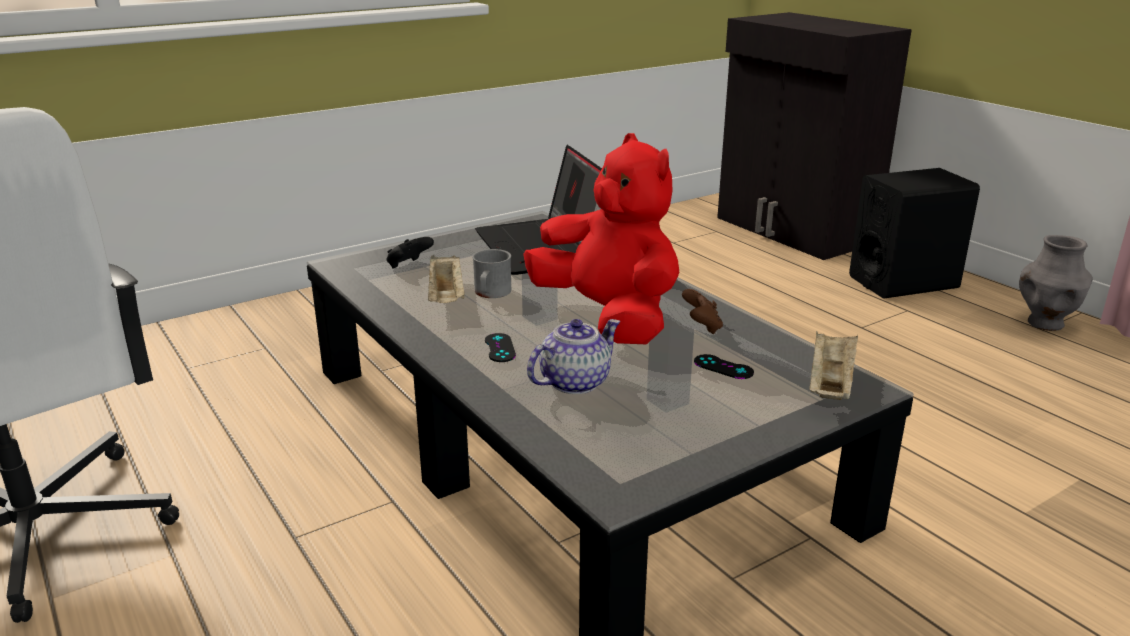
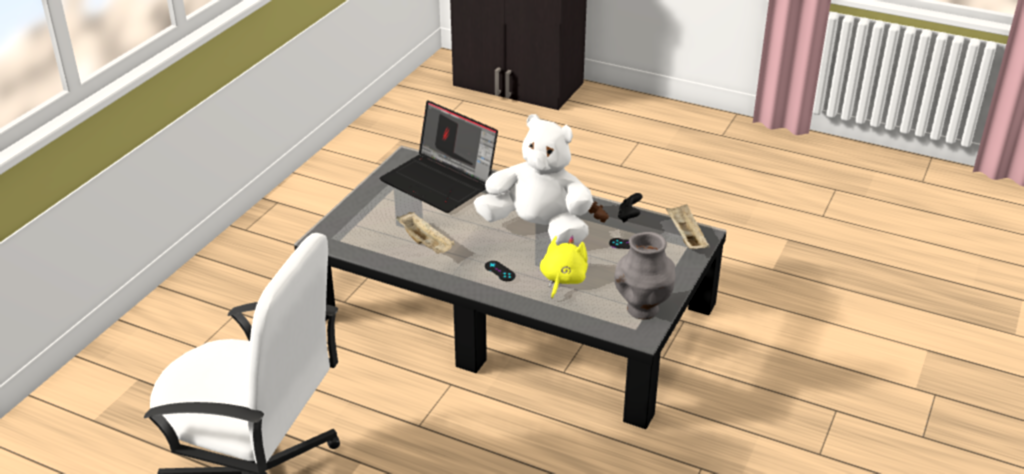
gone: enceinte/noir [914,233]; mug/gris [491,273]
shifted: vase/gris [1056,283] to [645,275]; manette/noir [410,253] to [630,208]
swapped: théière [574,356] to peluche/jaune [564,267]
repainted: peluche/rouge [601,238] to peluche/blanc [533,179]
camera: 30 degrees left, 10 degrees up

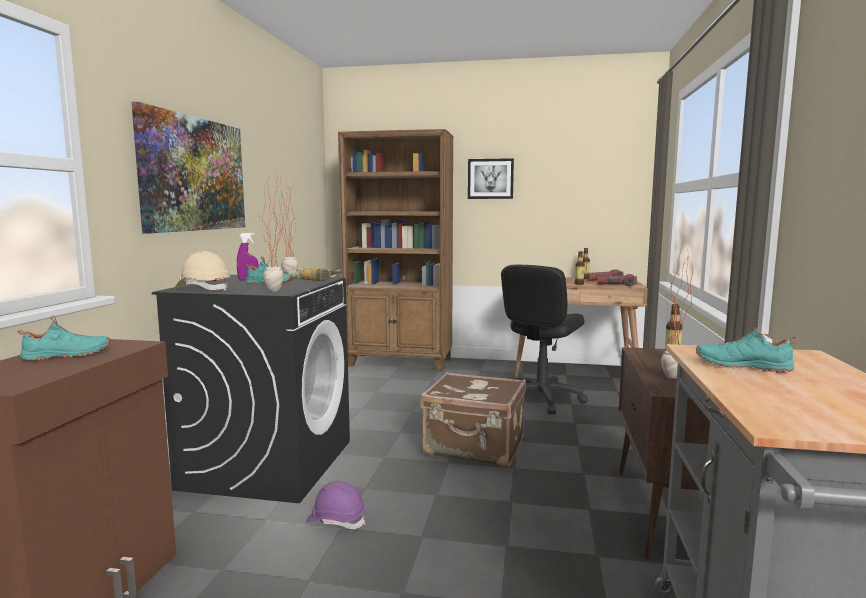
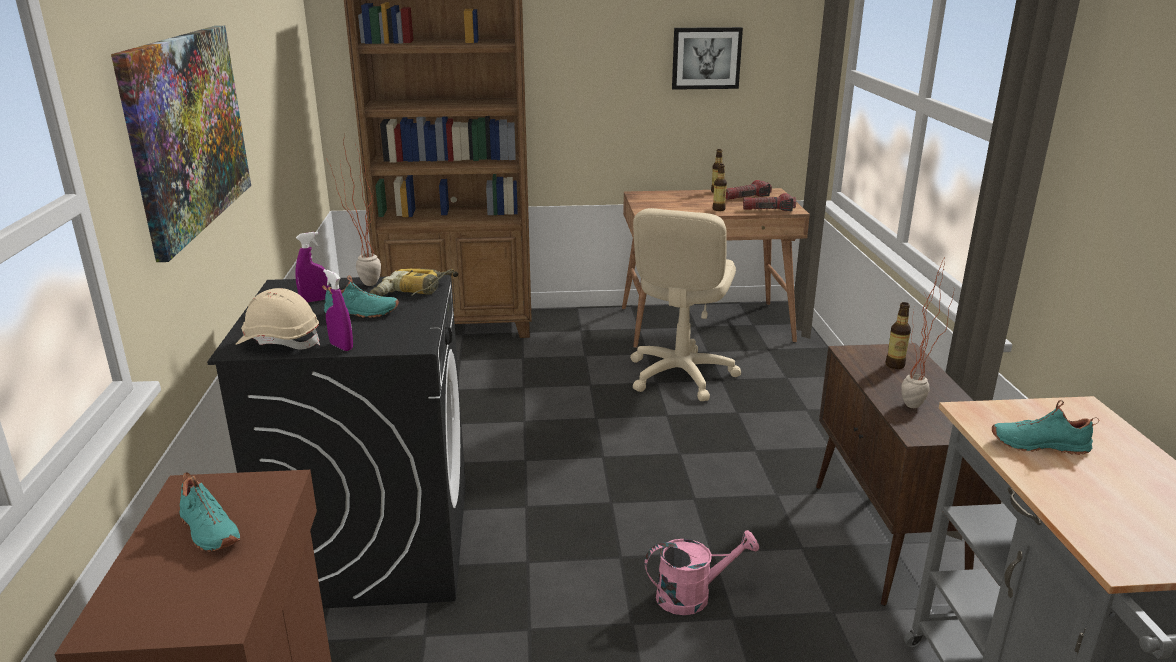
gone: plante en pot [276,231]; valise/marron [473,419]; casque de chantier/violet [336,505]
new: vaporisateur/violet [338,310]; arrosoir/rose [702,572]
shifted: tableau [491,178] to [707,58]
repainted: chaise de bureau/noir [544,339] to chaise de bureau/beige [685,304]
rotated: chaussure/turquoise [64,338] = [210,512] 90 degrees clockwise
camera: 15 degrees left, 15 degrees up

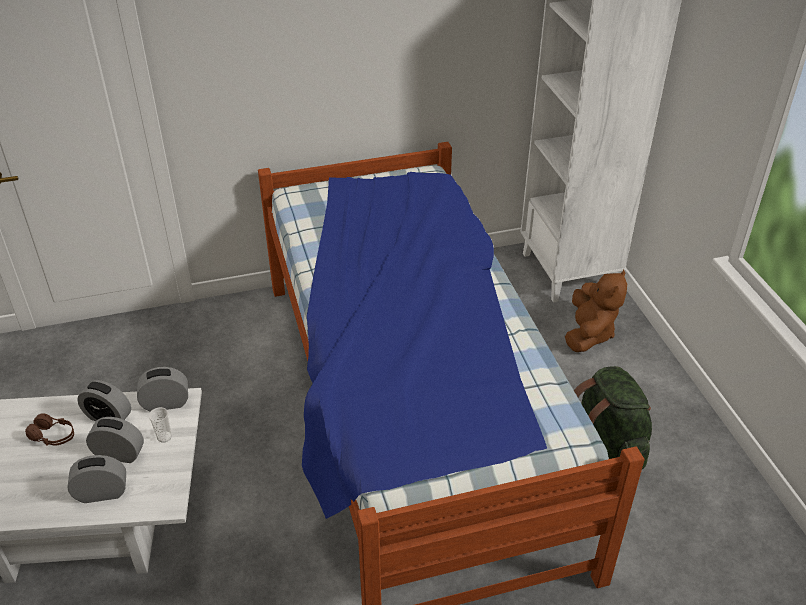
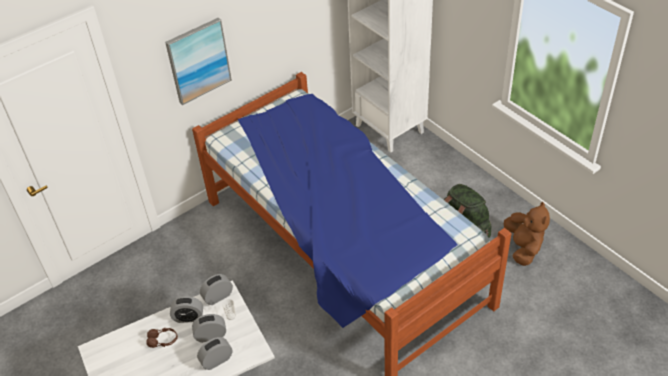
new: tableau [198,61]
shifted: peluche/marron [596,311] to [527,234]
camera: 20 degrees left, 5 degrees up

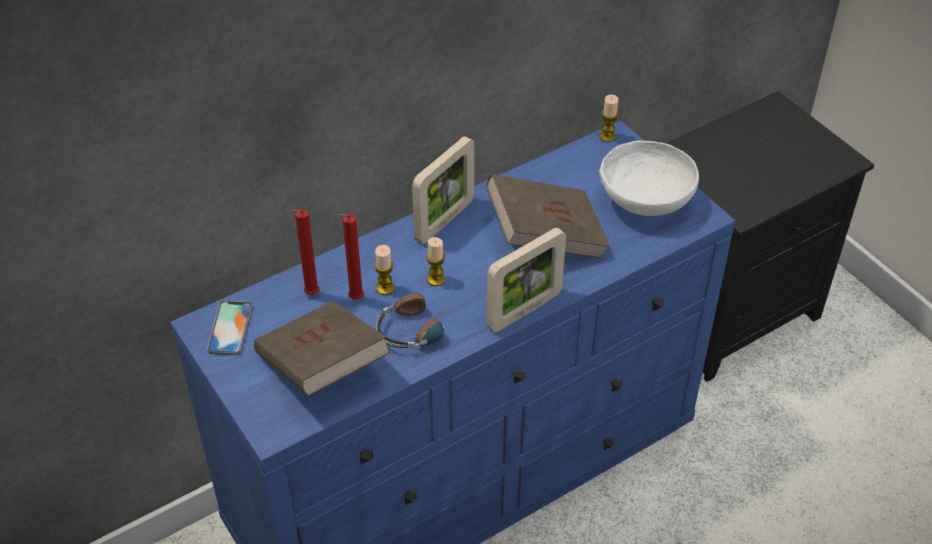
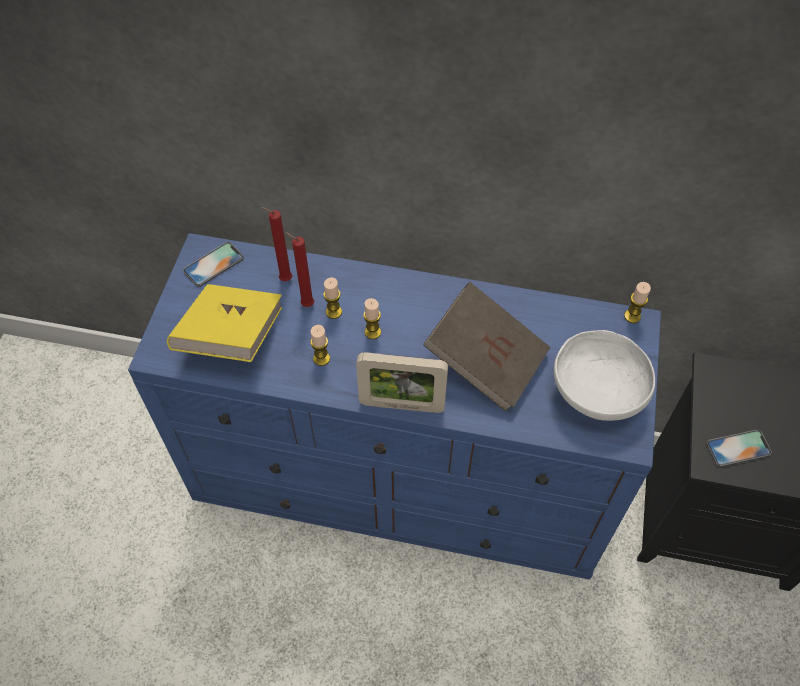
gone: cadre photo [443,190]
new: téléphone [739,448]
swapped: casque audio [421,320] to bougie [320,345]
repainted: livre/marron [322,348] to livre/jaune [224,323]
camera: 45 degrees right, 10 degrees up

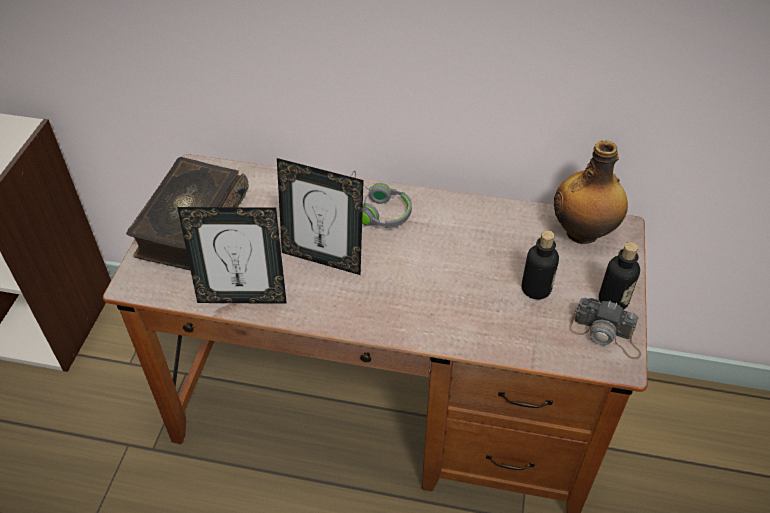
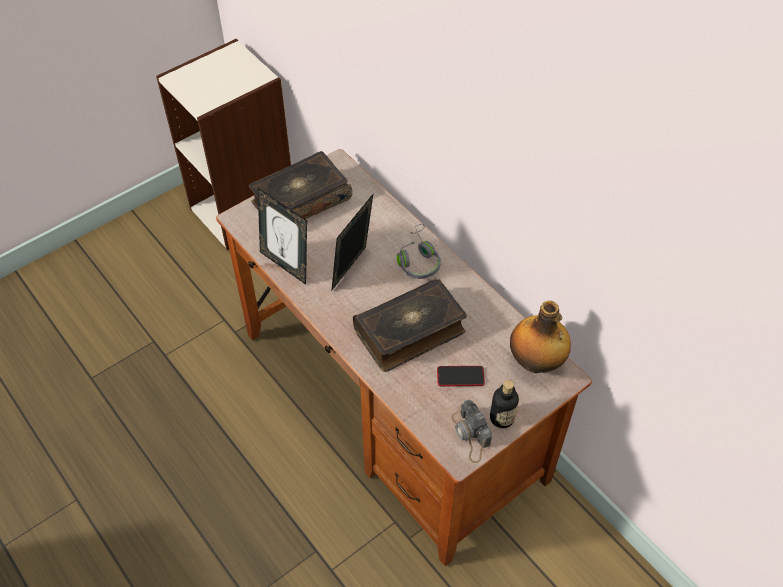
new: livre [410,325]
swapped: bouteille [540,264] to téléphone [461,376]
rotated: cadre photo [320,216] = [353,241] 60 degrees clockwise
camera: 40 degrees right, 5 degrees up

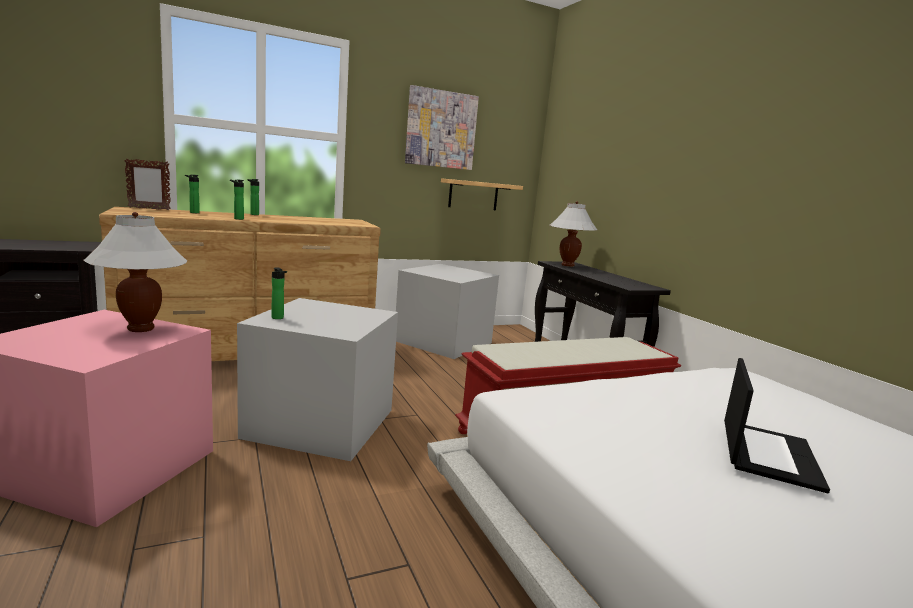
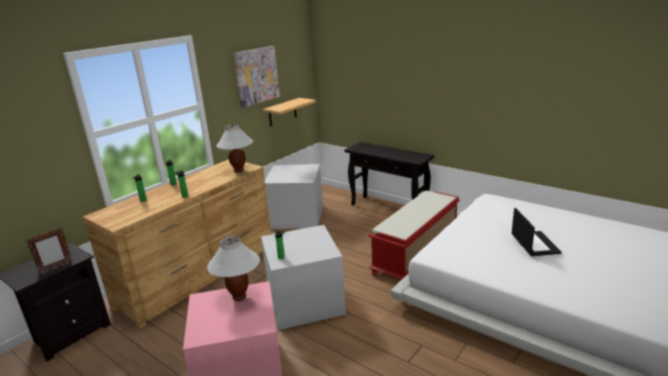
shifted: cadre photo [147,184] to [49,250]; lampe de table/blanc [573,234] to [235,148]
camera: 25 degrees left, 10 degrees up

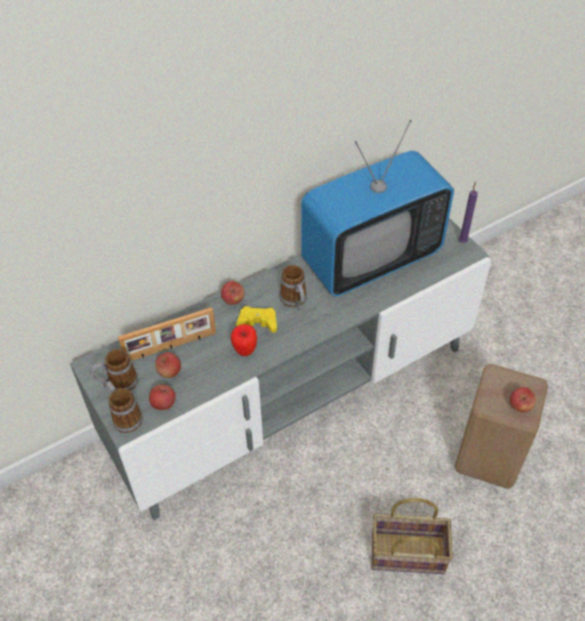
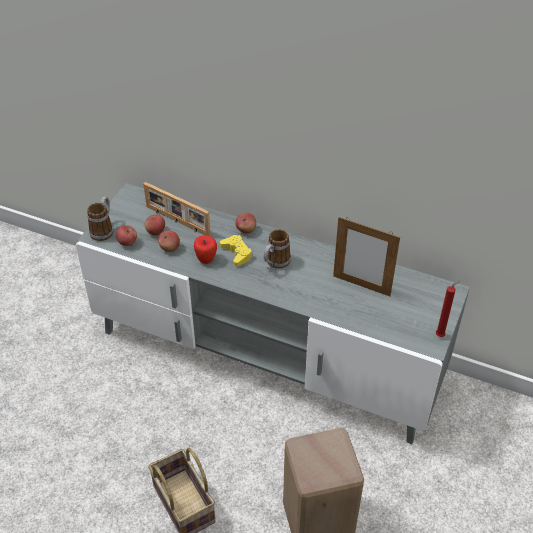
gone: mug [114,370]
shifted: pomme [523,399] to [169,241]
swapped: téléviseur [377,208] to cadre photo [366,256]
repainted: bougie/violet [468,212] to bougie/rouge [448,309]
camera: 55 degrees right, 5 degrees down

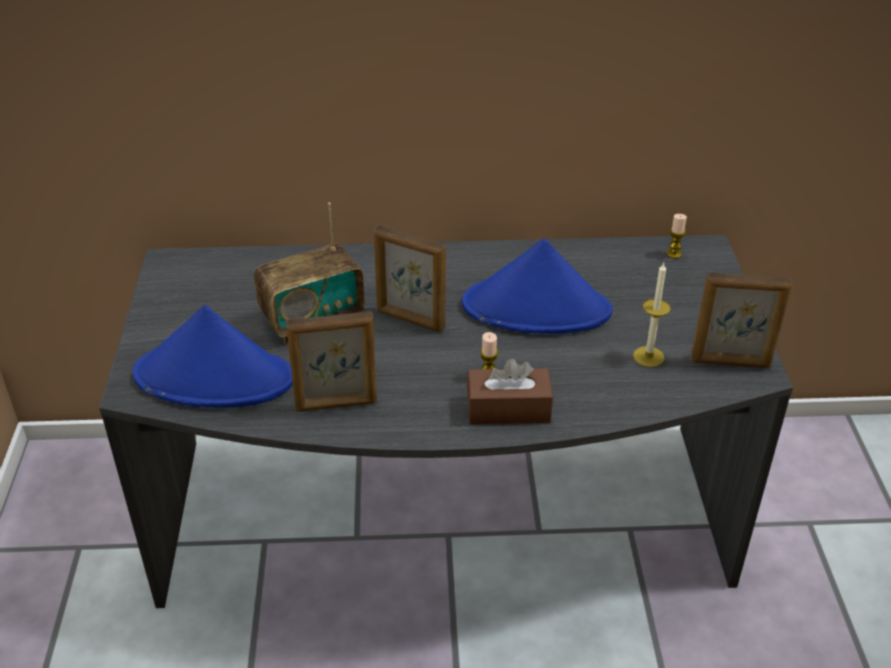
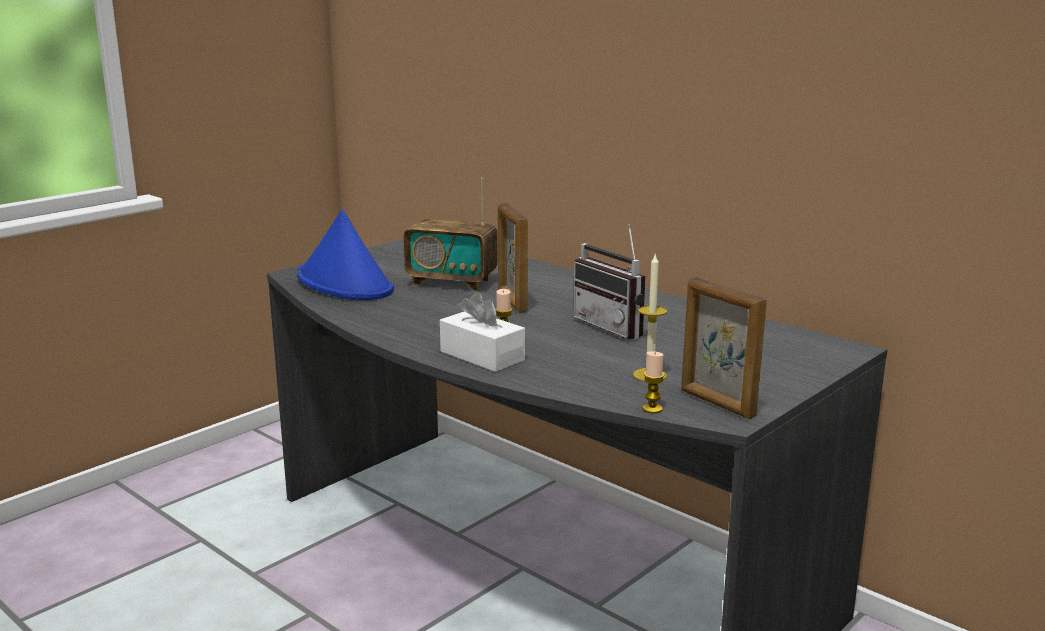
gone: cadre photo [331,361]
shifted: bougie [676,236] to [653,382]
swapped: chapeau/bleu [537,286] to radio [609,281]
repainted: boîte à mouchoirs/marron [510,391] to boîte à mouchoirs/blanc [482,332]
camera: 45 degrees right, 20 degrees down

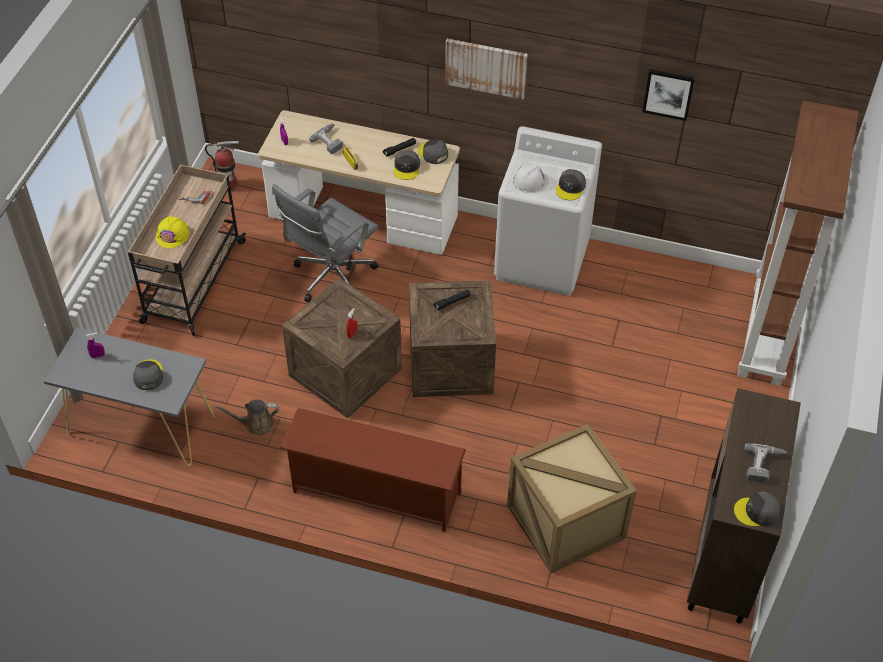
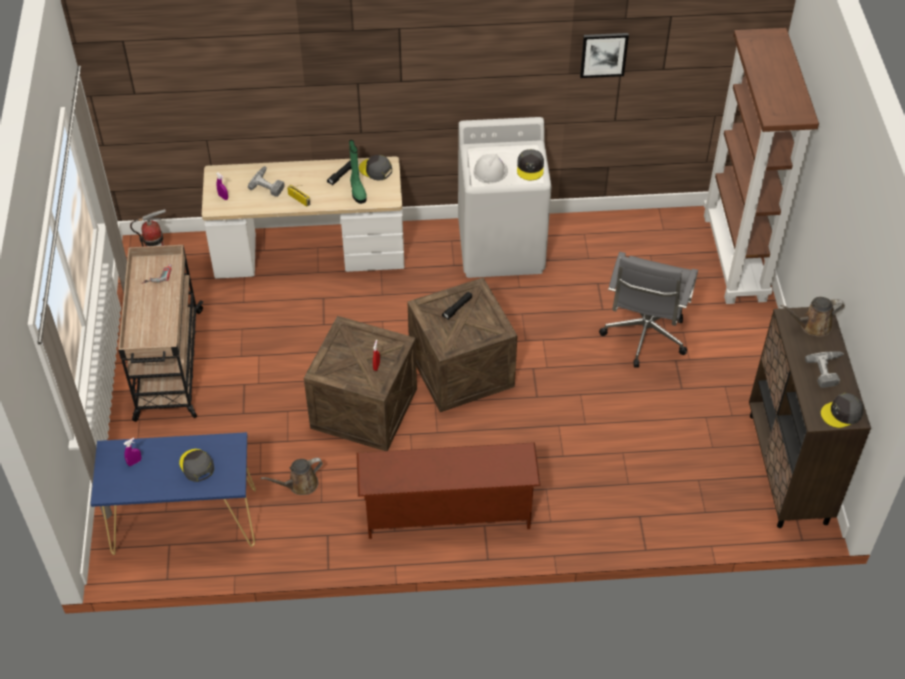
gone: tableau [486,69]; casque de chantier/jaune [172,232]; caisse [572,499]
new: arrosoir/marron [812,317]
shifted: chaise de bureau/gris [325,243] to [648,310]
swapped: casquette/gris [407,165] to botte/vert [358,172]
repainted: table console/gris [129,397] to table console/bleu [173,493]
camera: 20 degrees left, 0 degrees up

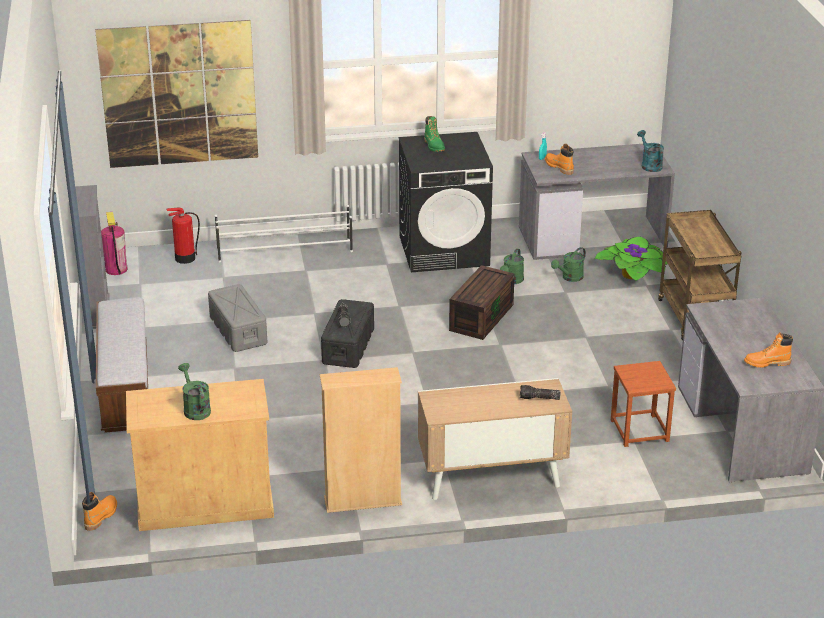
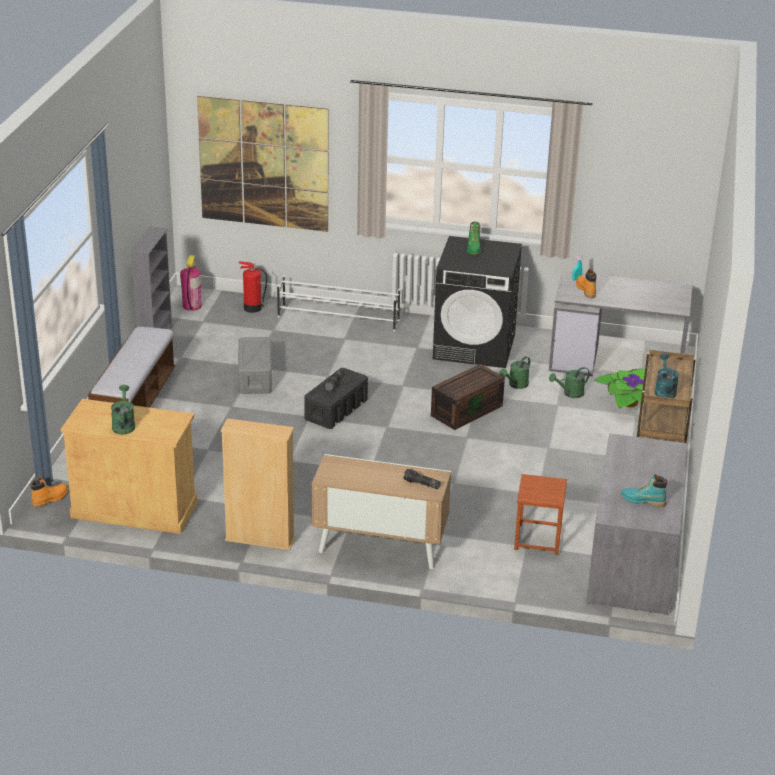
shifted: arrosoir/turquoise [650,151] to [667,375]
repainted: botte/orange [768,350] to botte/turquoise [643,490]
camera: 20 degrees right, 0 degrees up

